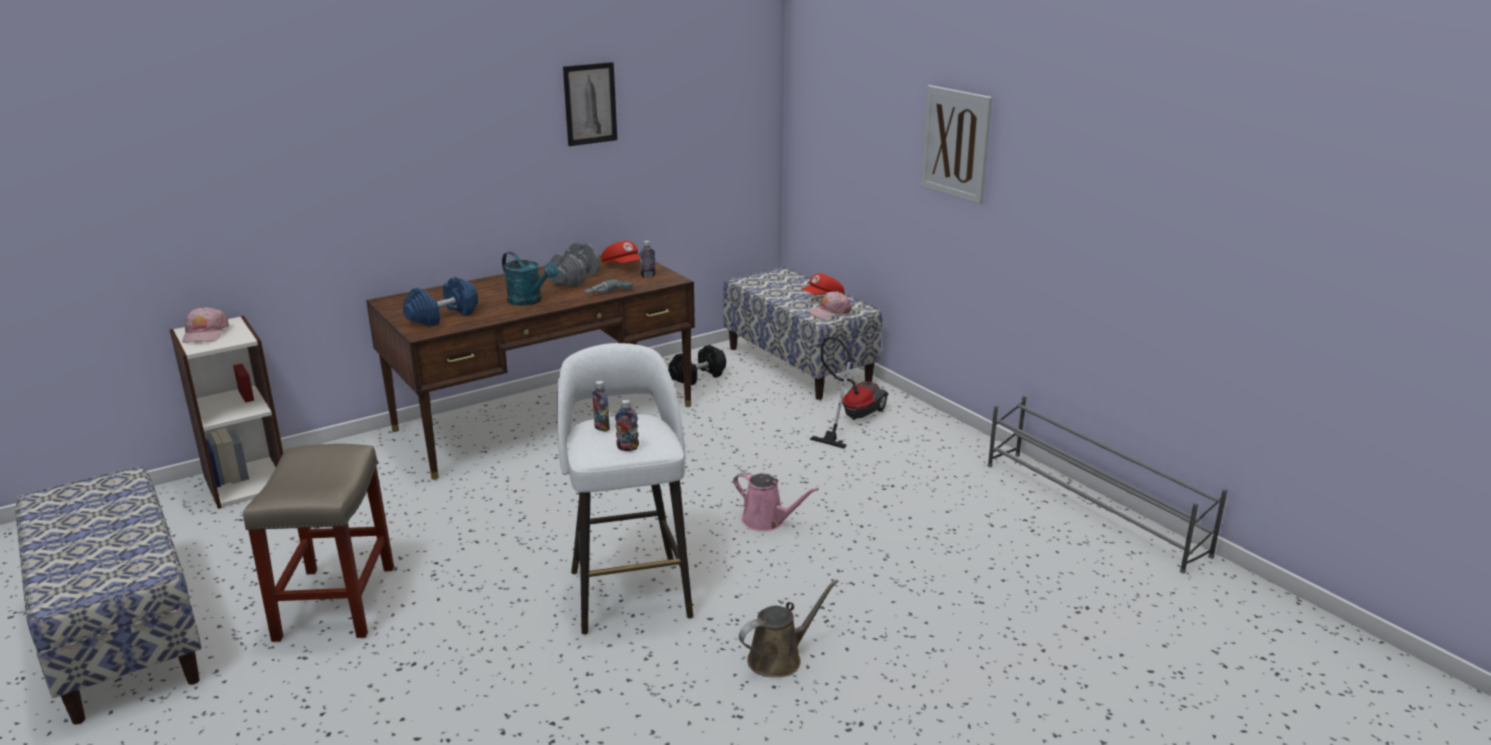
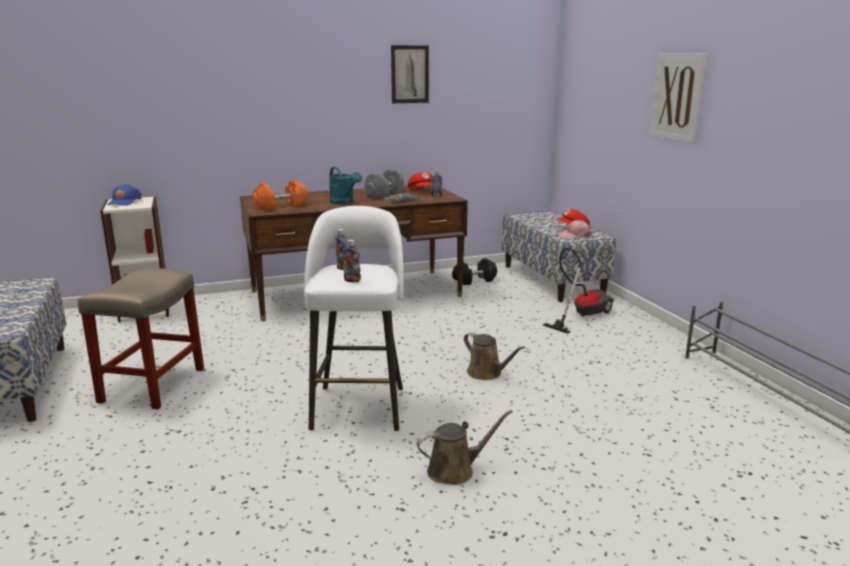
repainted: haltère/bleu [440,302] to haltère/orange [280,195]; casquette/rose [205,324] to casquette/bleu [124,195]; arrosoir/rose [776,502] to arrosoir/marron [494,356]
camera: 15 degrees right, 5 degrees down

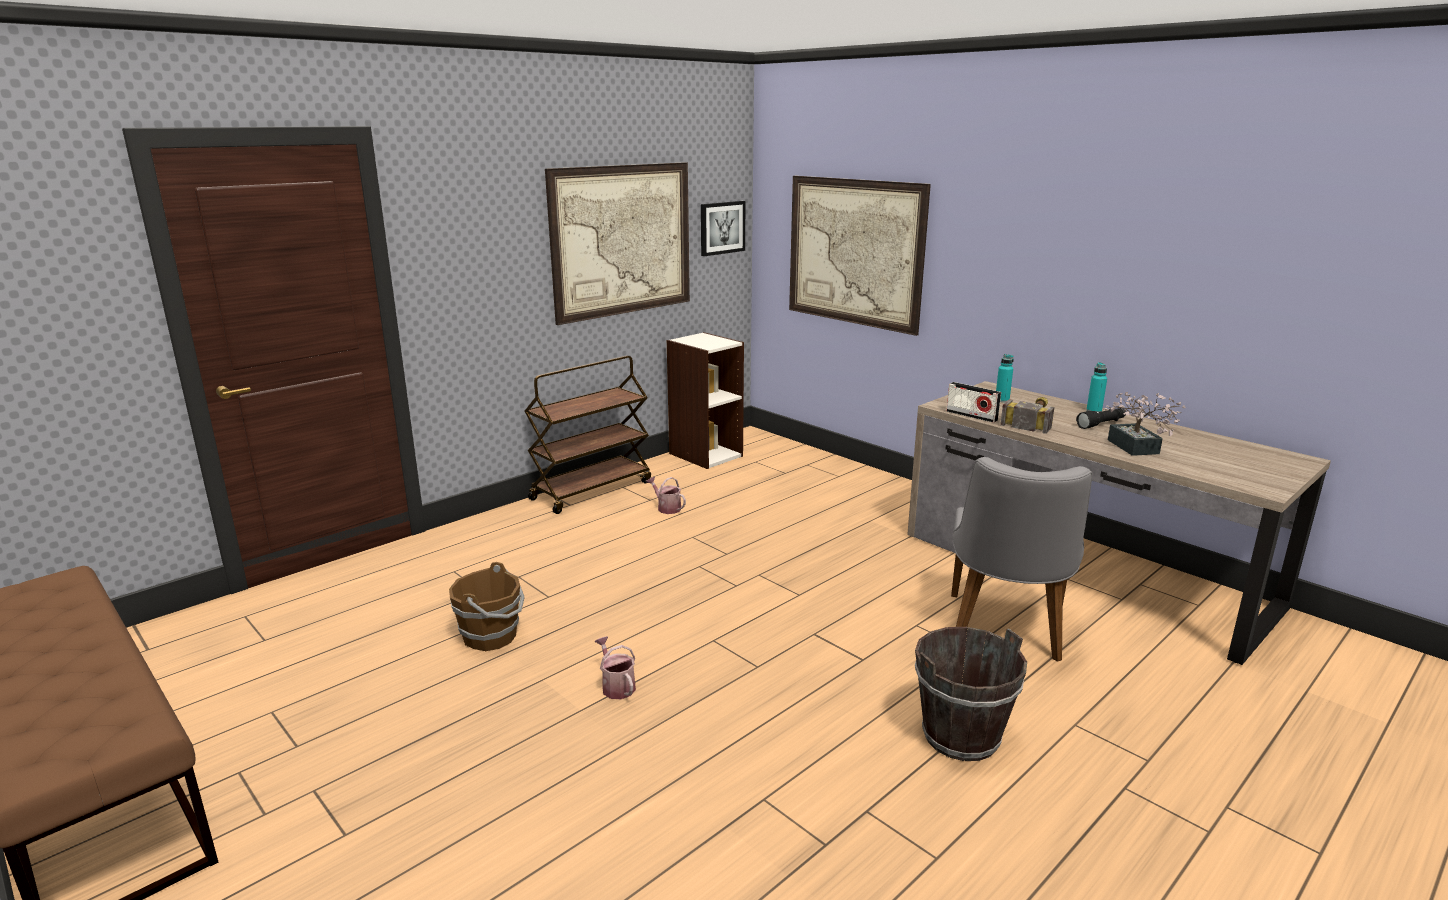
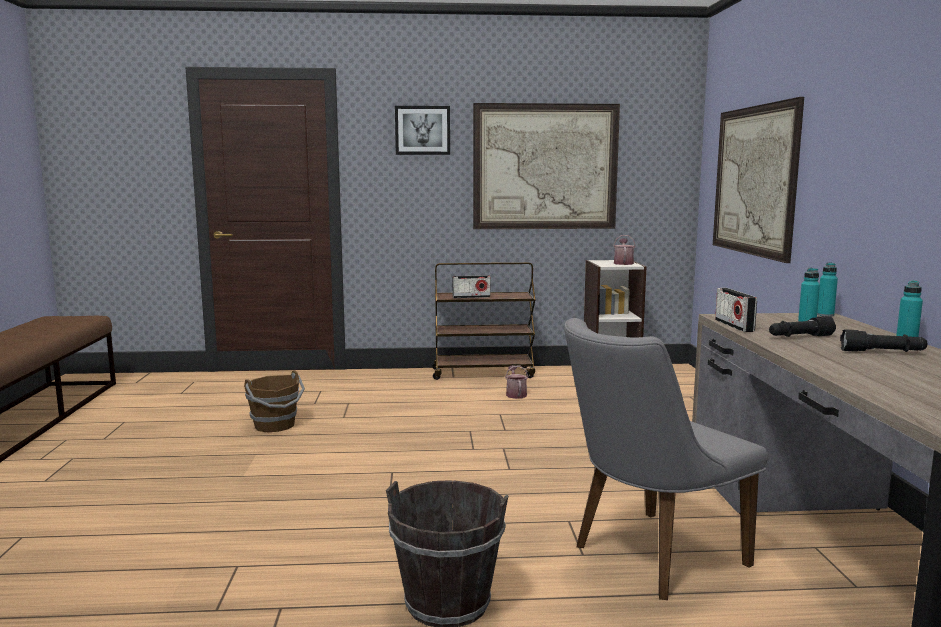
gone: plante en pot [1144,424]
new: bouteille/turquoise [827,289]; radio [471,286]
shifted: tableau [723,228] to [422,130]; arrosoir [615,667] to [624,250]
swapped: marteau [1027,415] to lampe de poche/noir [802,326]
camera: 40 degrees right, 10 degrees down

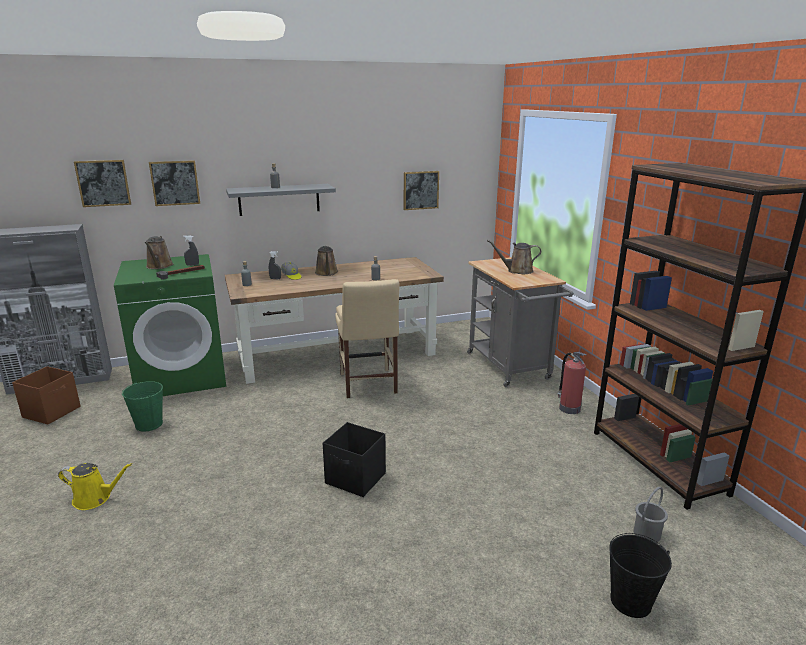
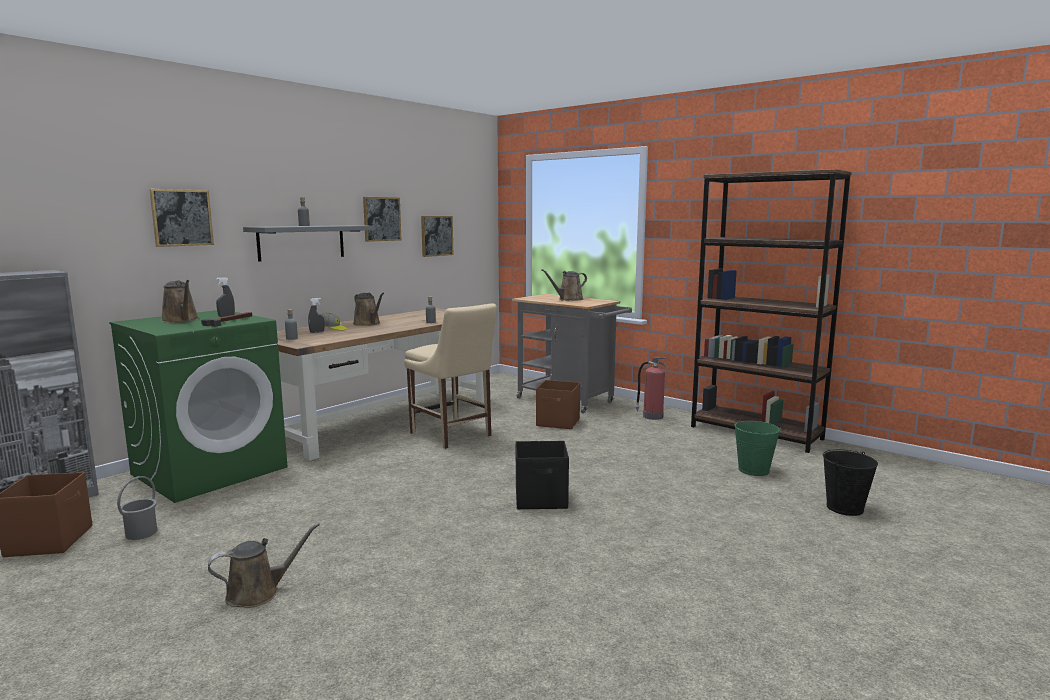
new: boîte de rangement/marron [558,404]
shifted: tableau [102,183] to [382,219]; seau/vert [142,406] to [757,448]; seau/gris [651,515] to [137,508]
repainted: arrosoir/jaune [95,486] to arrosoir/marron [264,565]
camera: 30 degrees left, 10 degrees down

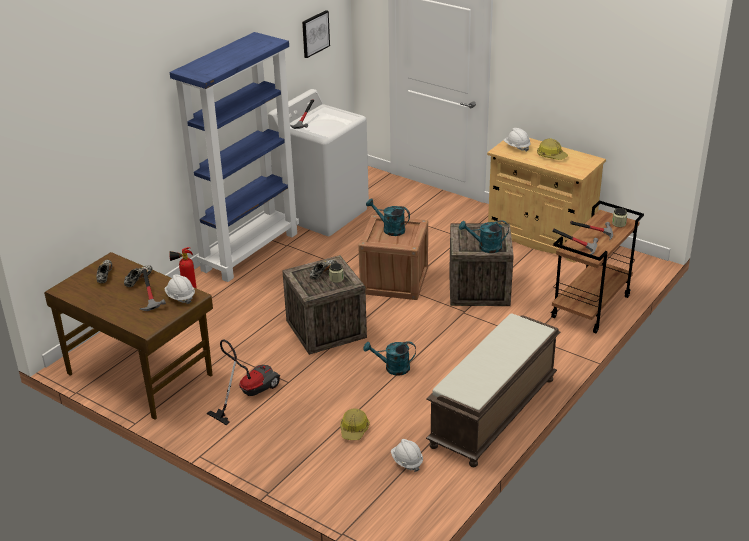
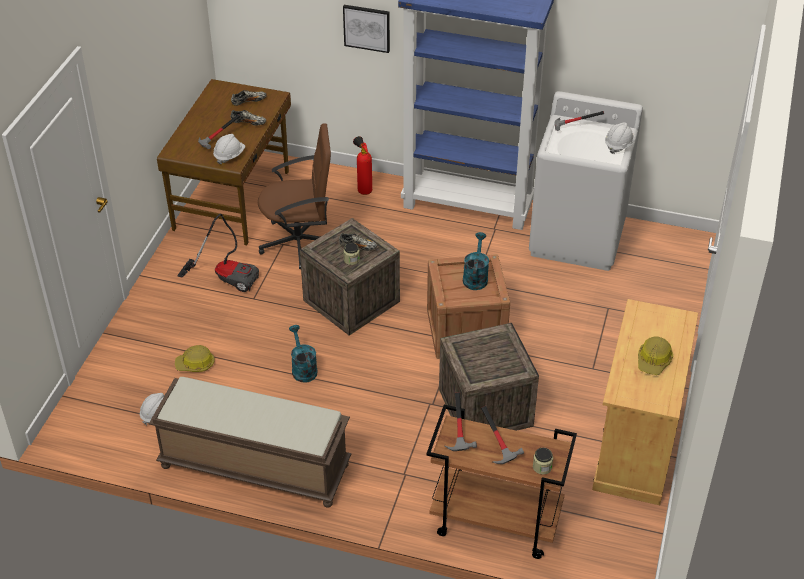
gone: arrosoir/turquoise [484,236]
new: chaise de bureau/marron [294,196]
shifted: tableau [316,34] to [366,29]; casque de chantier/blanc [517,140] to [620,138]
camera: 70 degrees right, 10 degrees up

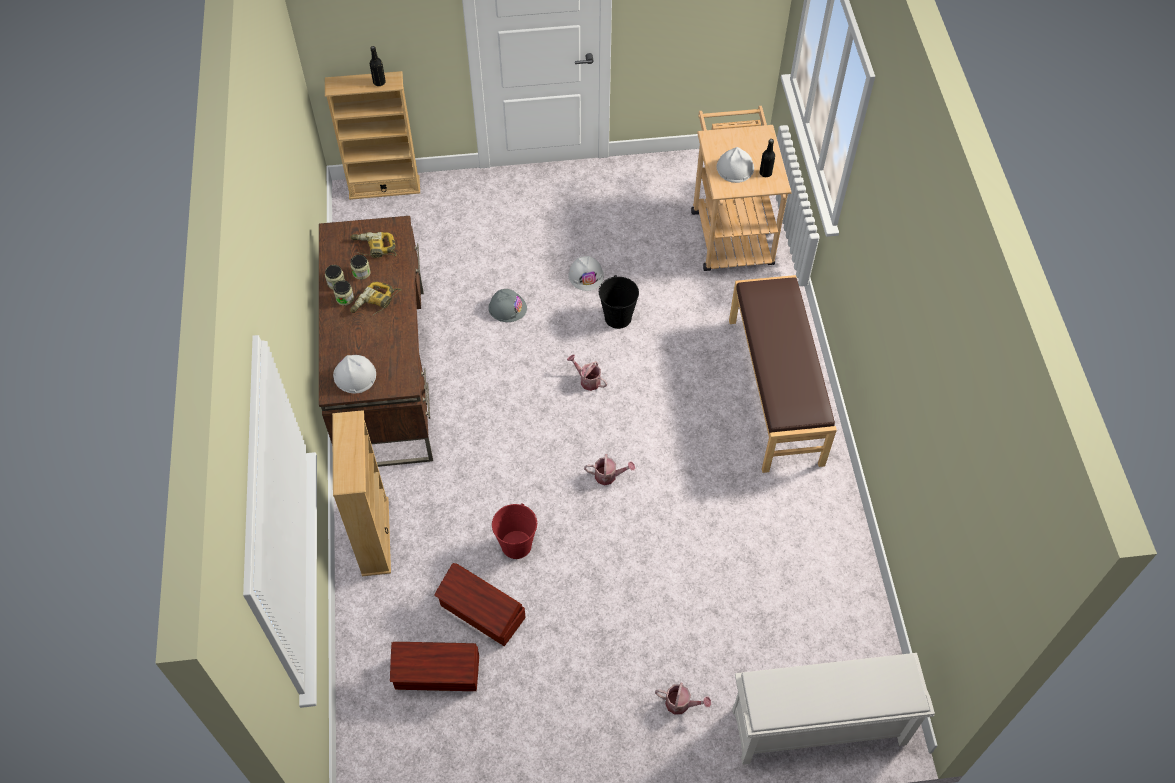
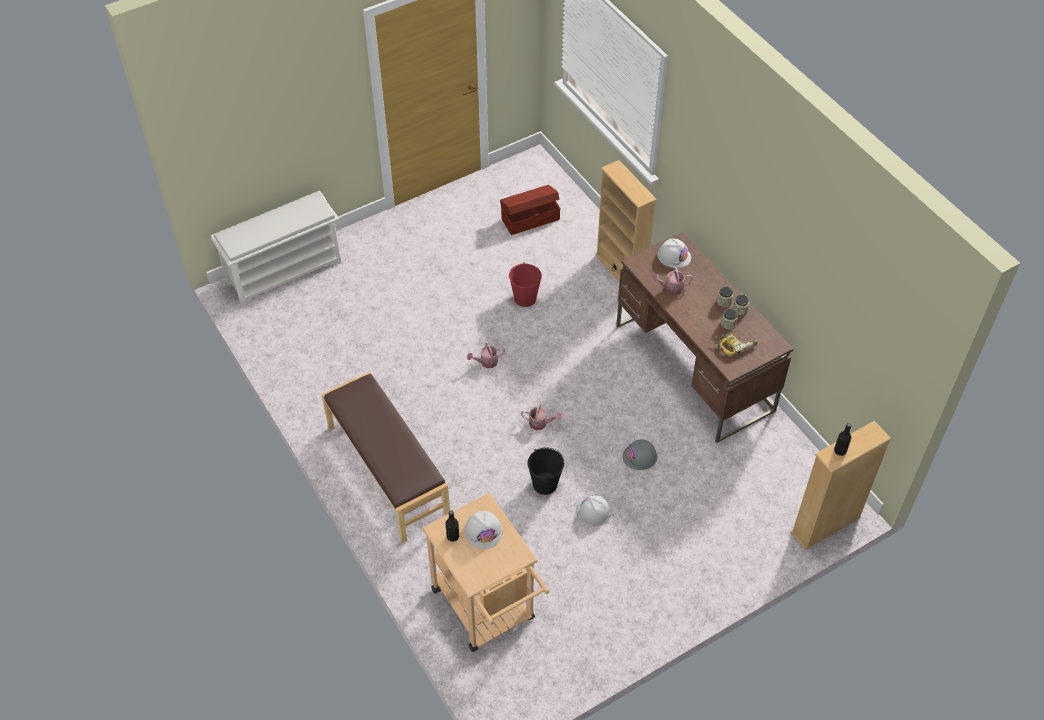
gone: perceuse [376,298]; boîte de rangement/marron [479,604]
shifted: arrosoir [683,699] to [672,281]
camera: 155 degrees right, 5 degrees down

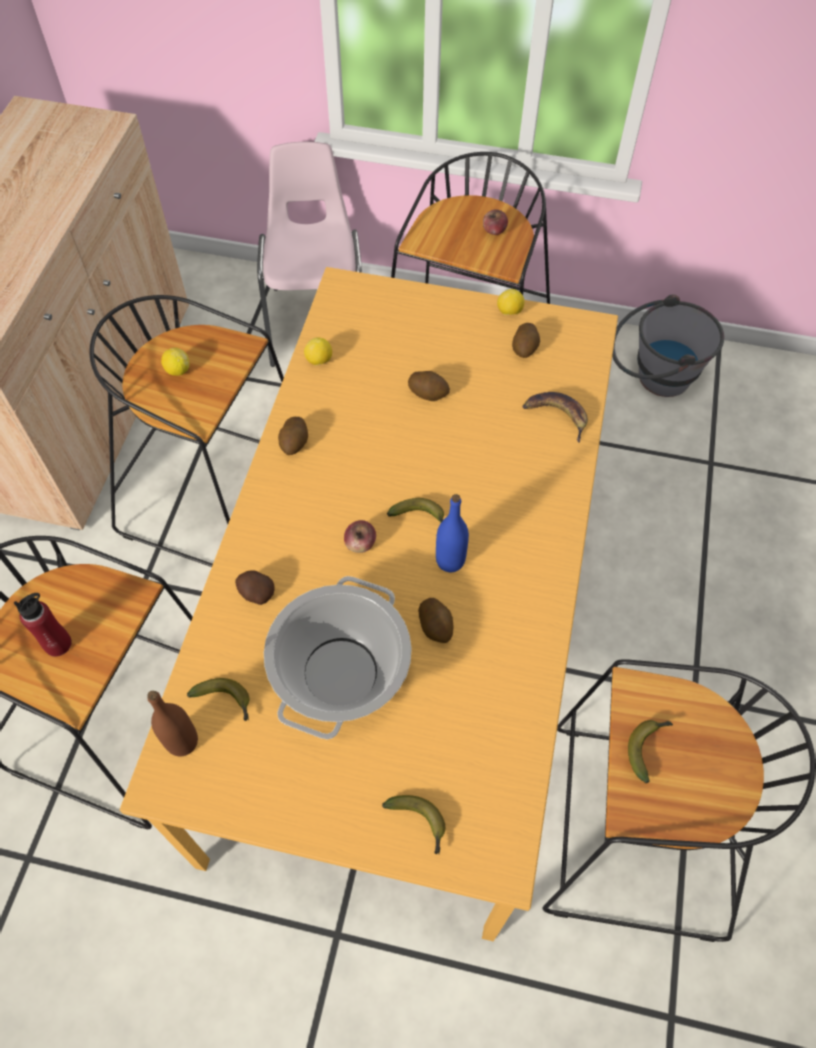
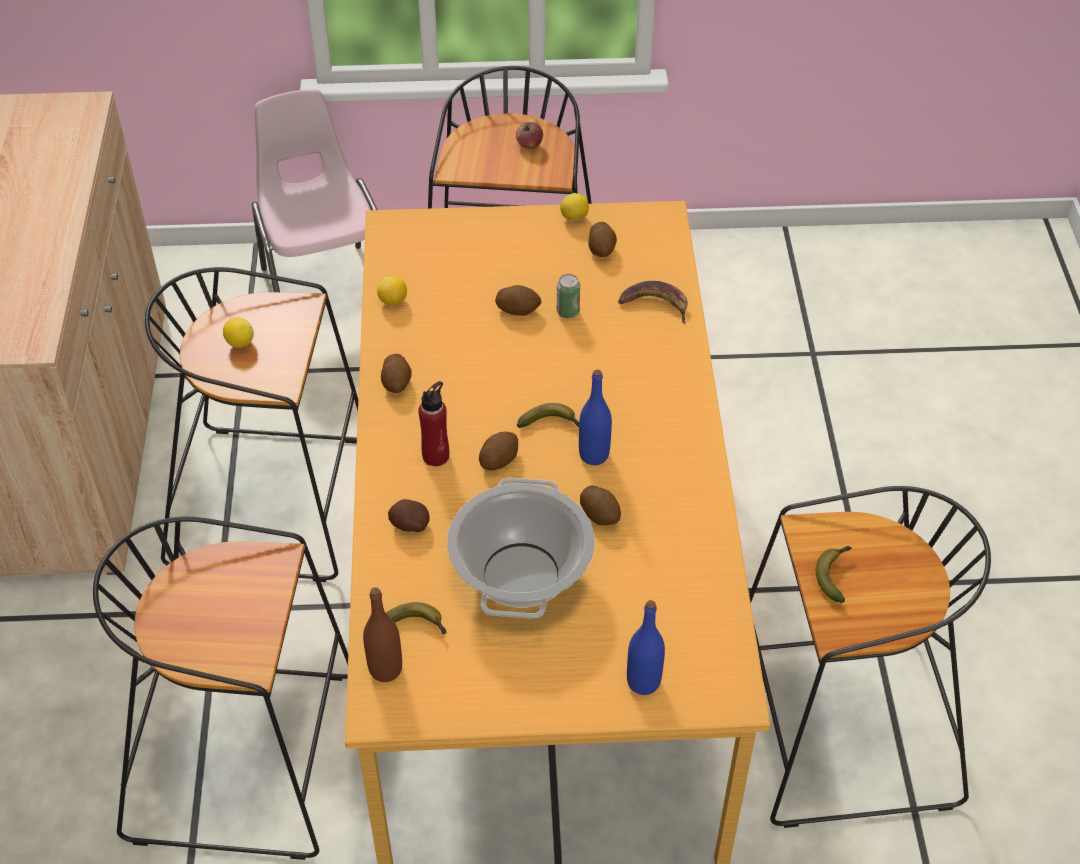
gone: seau/gris [668,346]
new: boîte métallique [568,296]
shifted: bouteille/rouge [43,624] to [433,423]
swapped: pomme [360,536] to pomme de terre [498,451]; banane [413,824] to bouteille/bleu [646,647]
camera: 15 degrees left, 10 degrees down

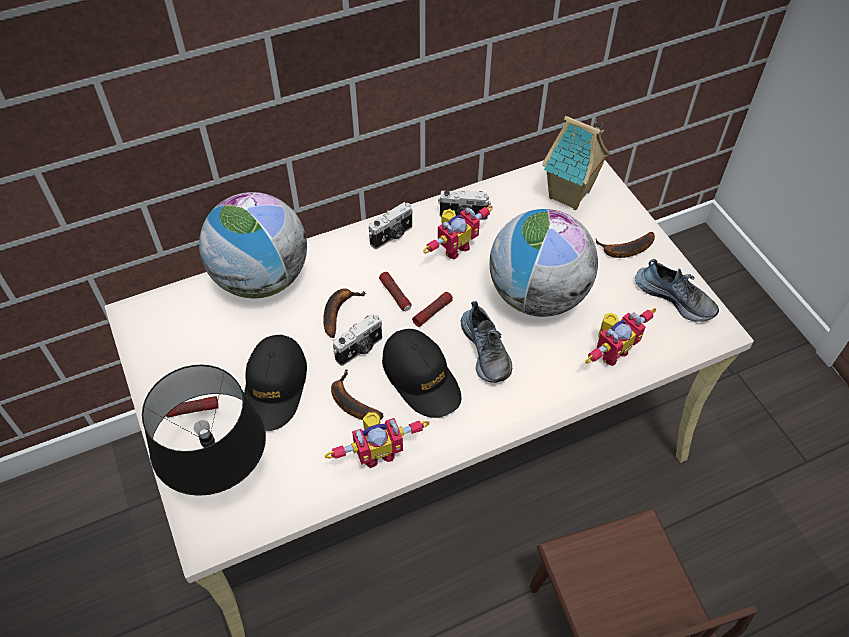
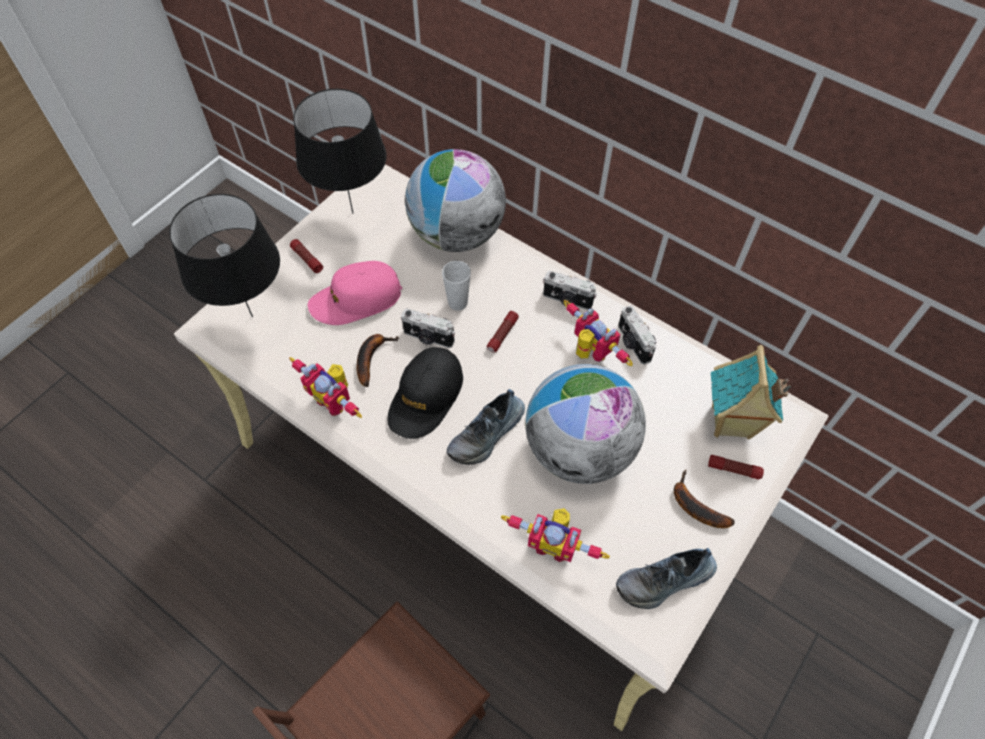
new: lampe de table/noir [339,151]
shifted: lampe de poche [432,309] to [736,467]
swapped: banane [344,313] to tasse [456,285]
repainted: casquette/noir [275,383] to casquette/rose [355,293]
rotated: robot jouet [458,233] = [598,333] 150 degrees counterclockwise; chaussure [677,290] = [666,578] 60 degrees clockwise
camera: 60 degrees right, 5 degrees up

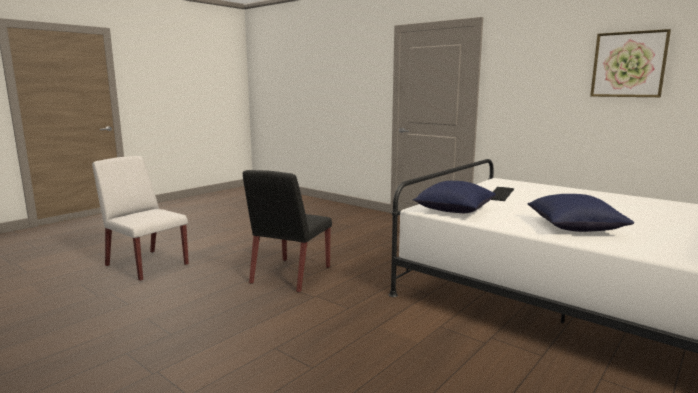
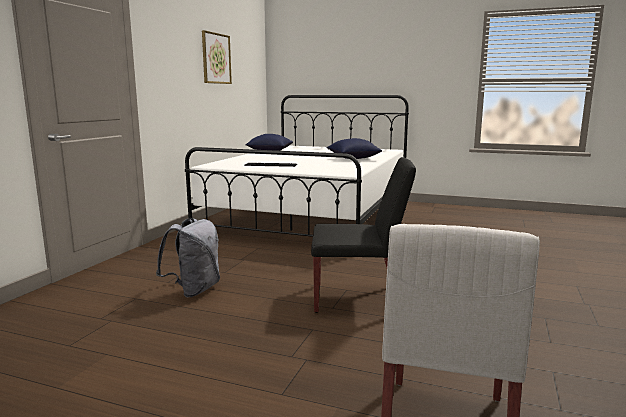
new: sac à dos/gris [188,257]
shifted: coussin/bleu [454,197] to [269,142]
camera: 110 degrees left, 0 degrees up

